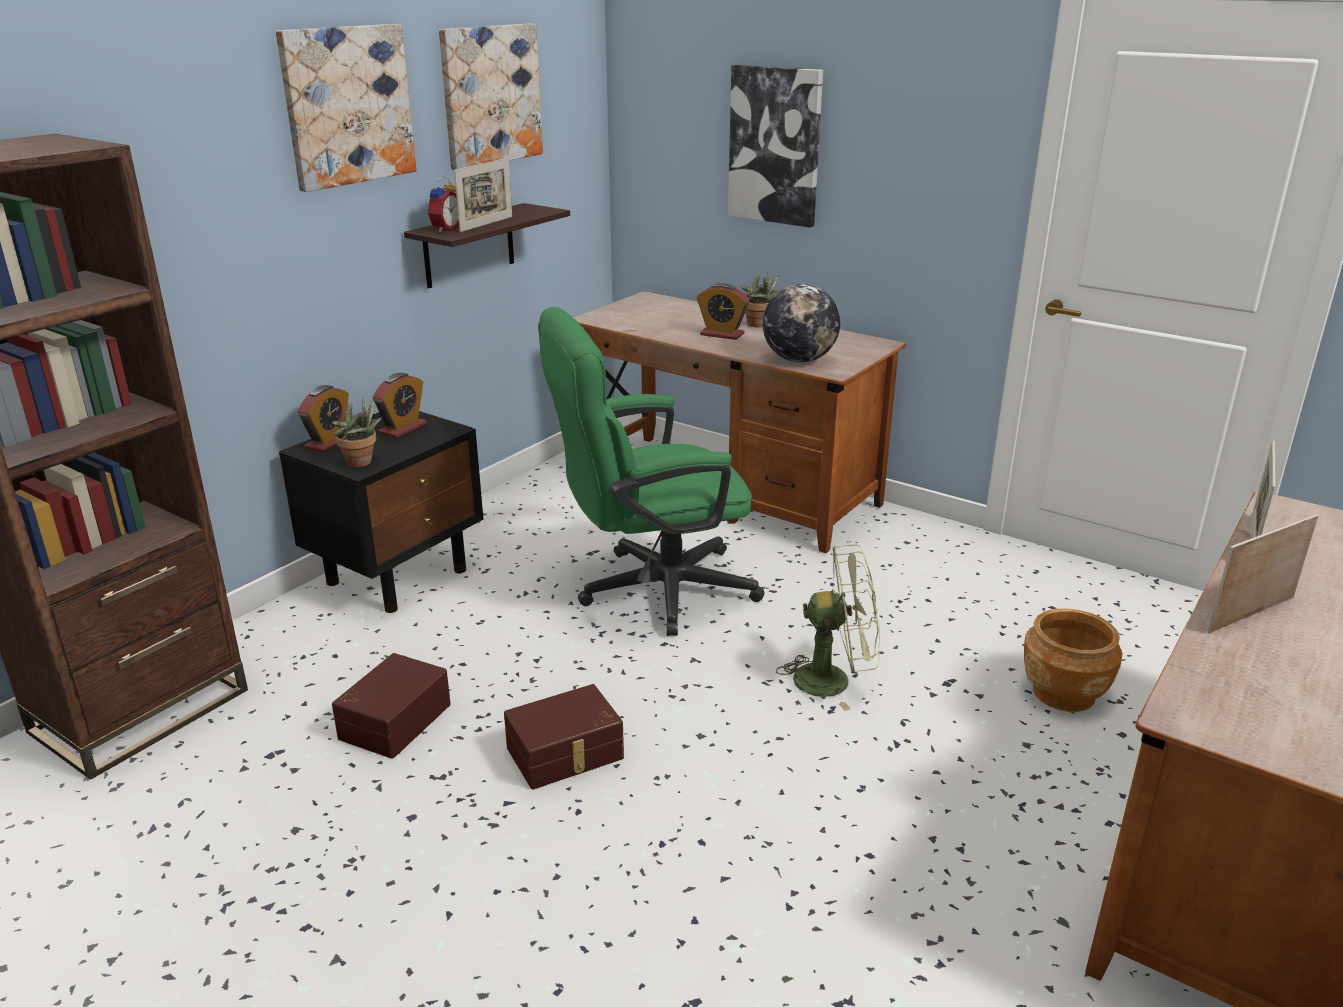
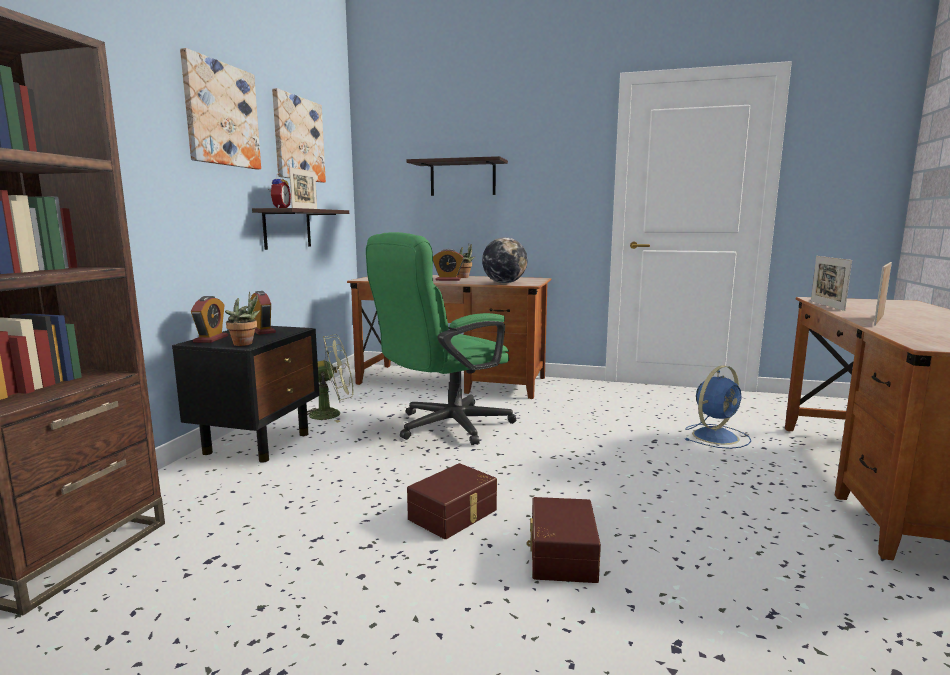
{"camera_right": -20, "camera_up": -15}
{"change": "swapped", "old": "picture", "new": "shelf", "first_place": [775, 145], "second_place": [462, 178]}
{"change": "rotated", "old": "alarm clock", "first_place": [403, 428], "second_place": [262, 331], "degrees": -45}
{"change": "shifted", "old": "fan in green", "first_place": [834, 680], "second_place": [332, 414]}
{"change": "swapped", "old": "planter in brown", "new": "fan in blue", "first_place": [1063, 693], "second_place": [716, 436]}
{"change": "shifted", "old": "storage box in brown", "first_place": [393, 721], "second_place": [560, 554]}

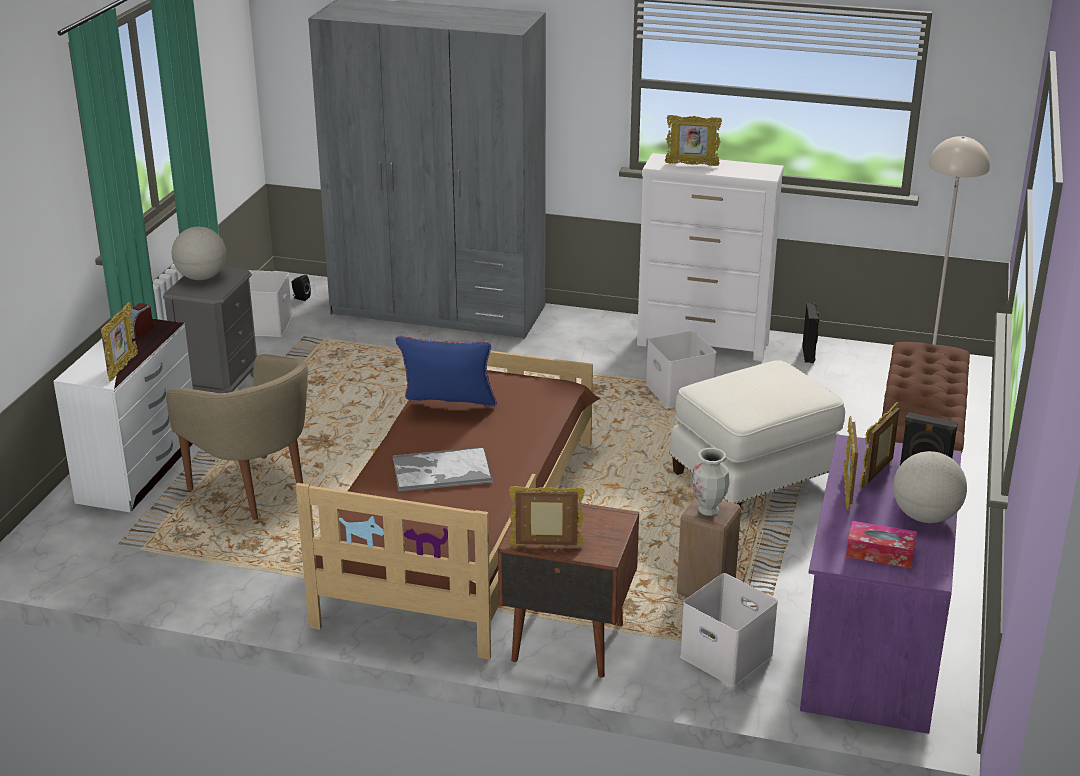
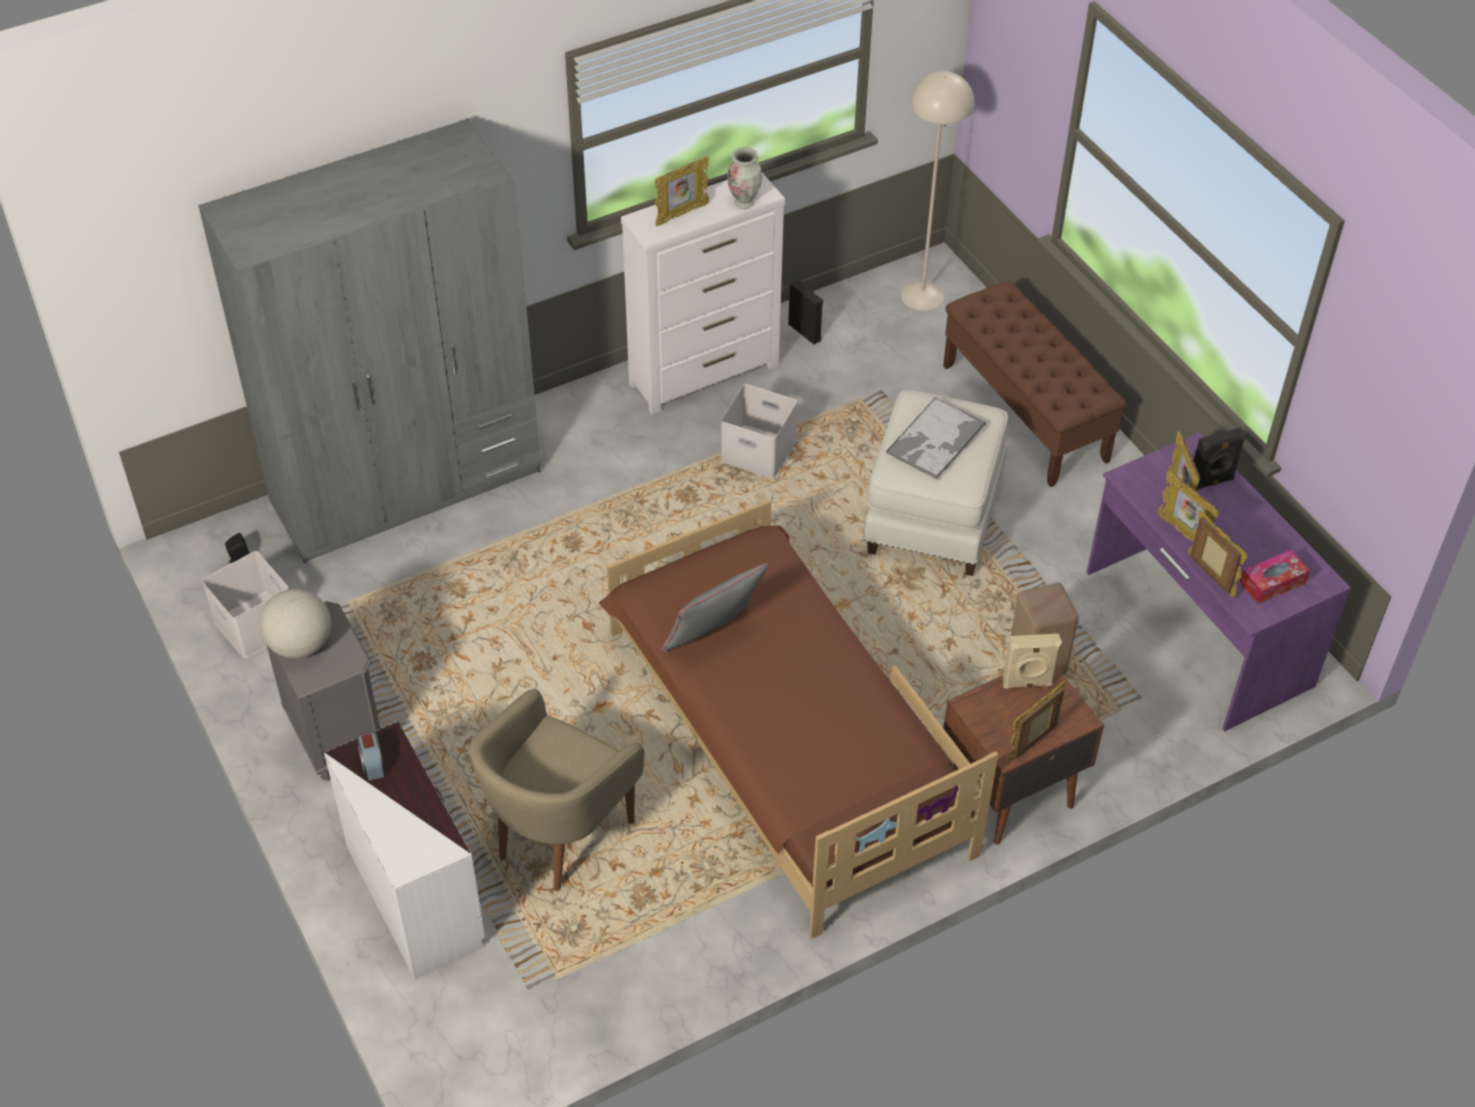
{"camera_right": -45, "camera_up": 20}
{"change": "shifted", "old": "picture frame", "first_place": [122, 368], "second_place": [1210, 576]}
{"change": "repainted", "old": "pillow in blue", "new": "pillow in grey", "first_place": [448, 411], "second_place": [714, 640]}
{"change": "rotated", "old": "armchair in beige", "first_place": [253, 491], "second_place": [558, 836], "degrees": 120}
{"change": "shifted", "old": "tray", "first_place": [441, 471], "second_place": [935, 440]}
{"change": "shifted", "old": "vase", "first_place": [708, 510], "second_place": [744, 203]}
{"change": "gone", "old": "globe", "first_place": [925, 517]}
{"change": "gone", "old": "storage box in white", "first_place": [728, 656]}
{"change": "new", "new": "speaker in beige", "second_place": [1027, 683]}

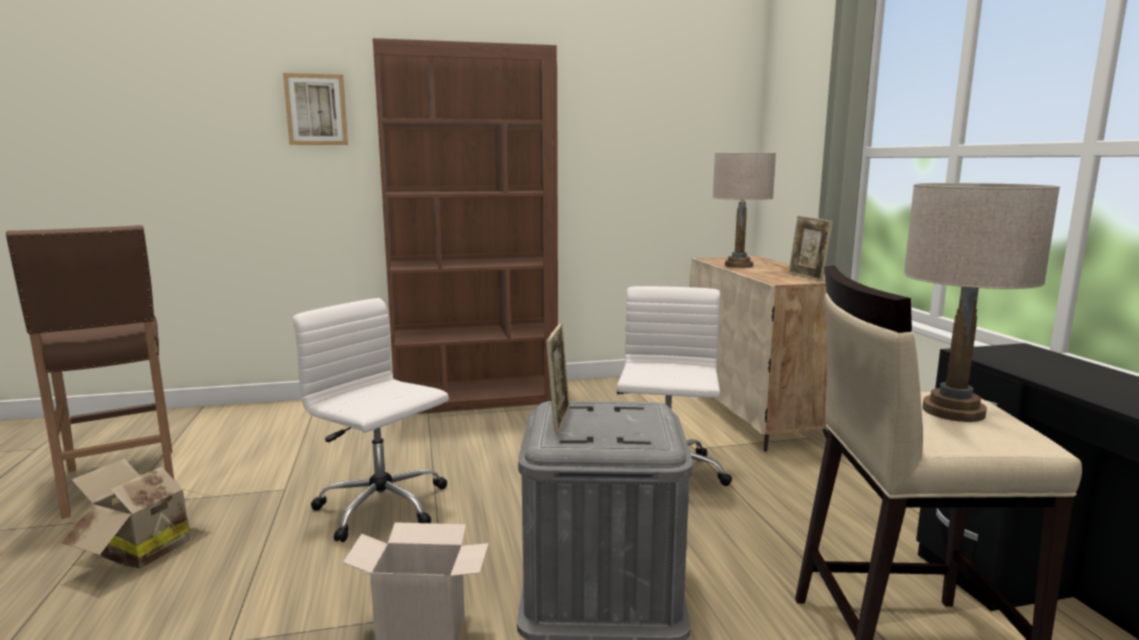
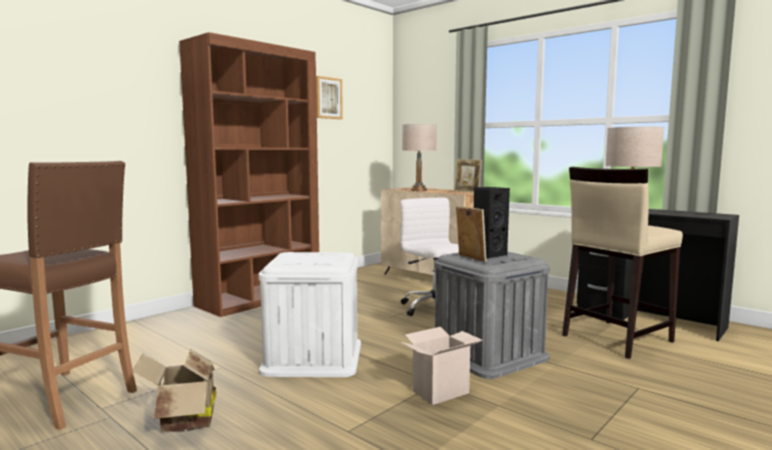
{"camera_right": -35, "camera_up": -5}
{"change": "shifted", "old": "picture", "first_place": [316, 110], "second_place": [328, 98]}
{"change": "swapped", "old": "office chair in white", "new": "storage box in white", "first_place": [383, 508], "second_place": [313, 357]}
{"change": "new", "new": "speaker in black", "second_place": [488, 254]}

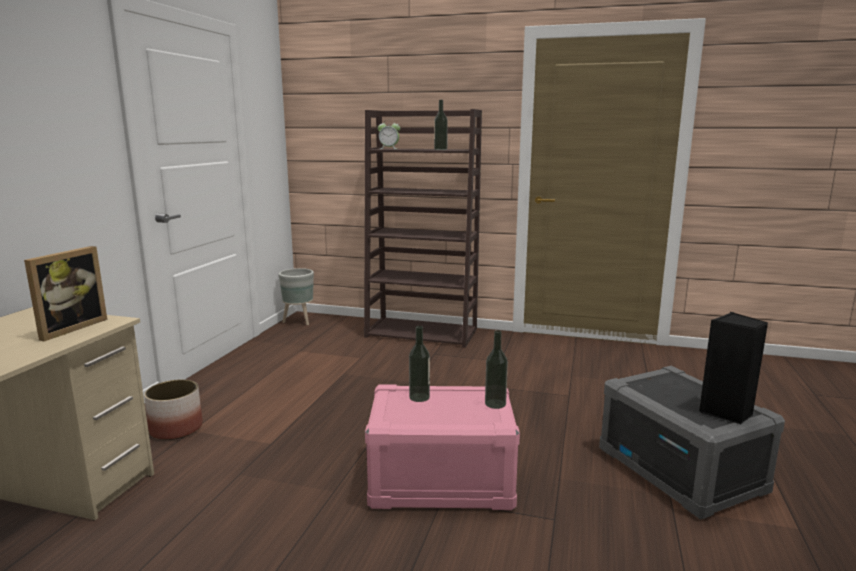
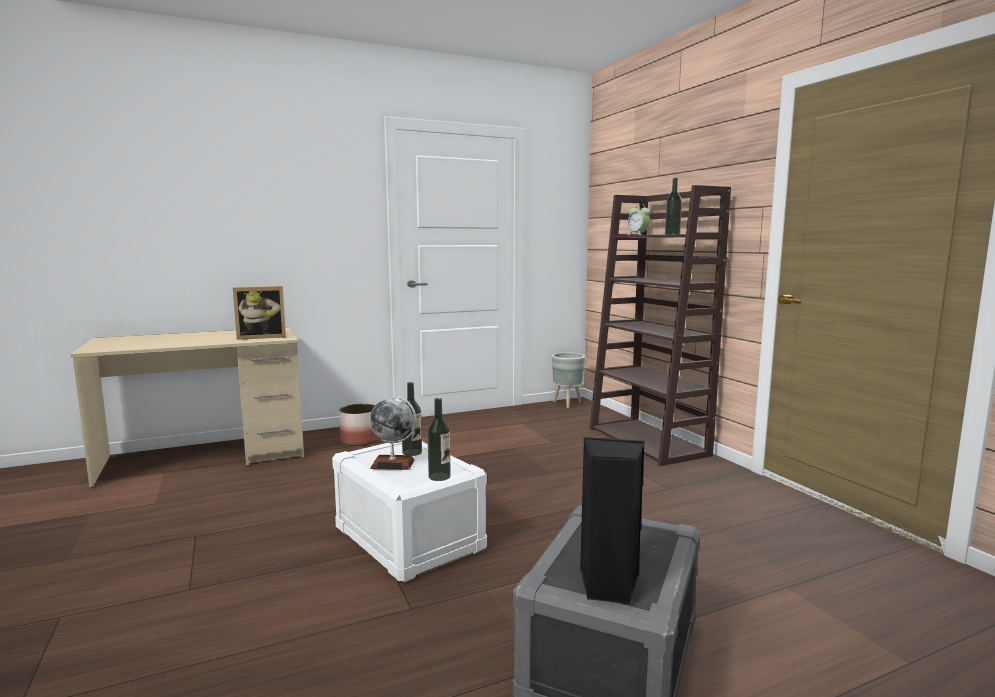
{"camera_right": 50, "camera_up": -5}
{"change": "repainted", "old": "storage box in pink", "new": "storage box in white", "first_place": [440, 481], "second_place": [407, 539]}
{"change": "new", "new": "globe", "second_place": [393, 464]}

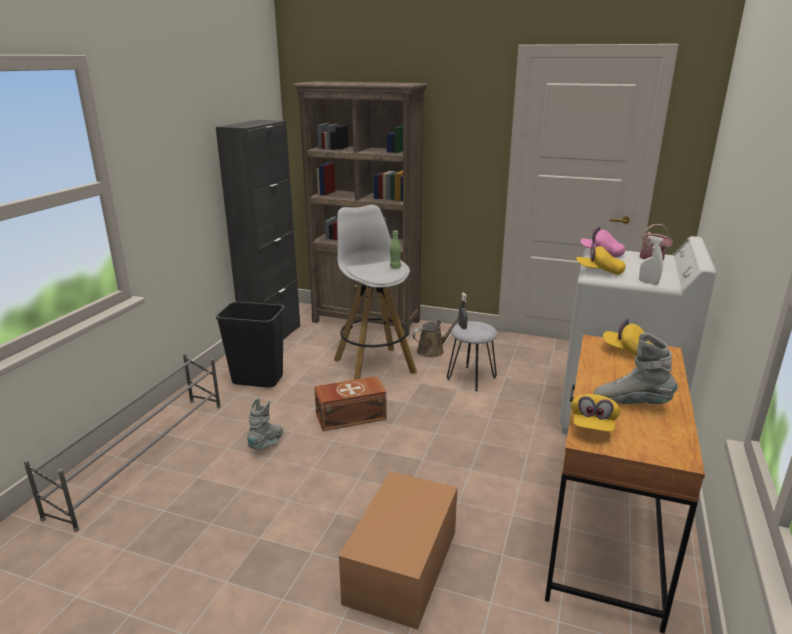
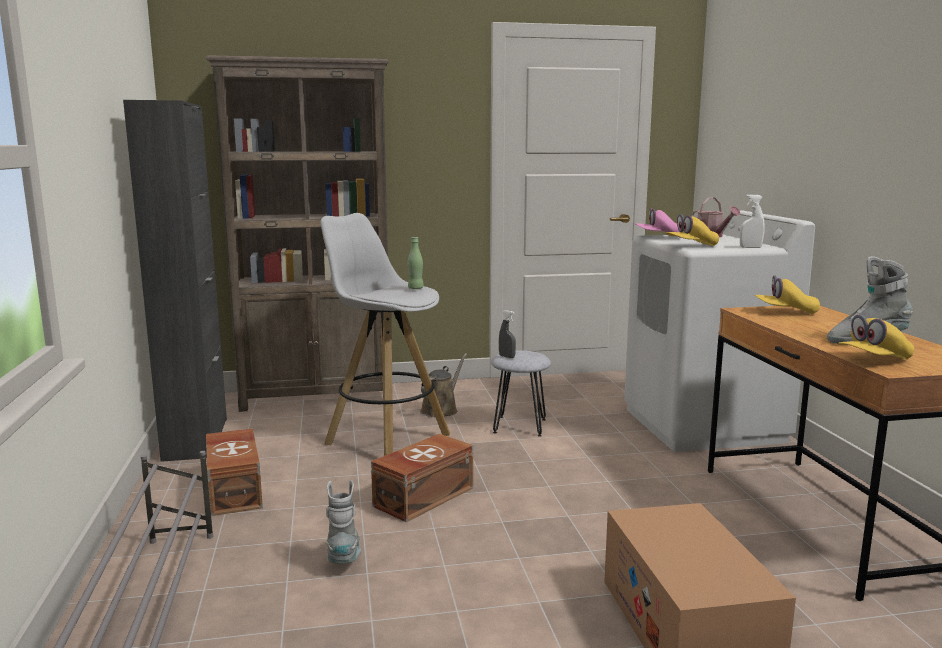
{"camera_right": -30, "camera_up": -10}
{"change": "swapped", "old": "trash can in black", "new": "storage box in brown", "first_place": [258, 380], "second_place": [236, 490]}
{"change": "rotated", "old": "cap in yellow", "first_place": [592, 425], "second_place": [874, 360], "degrees": 75}

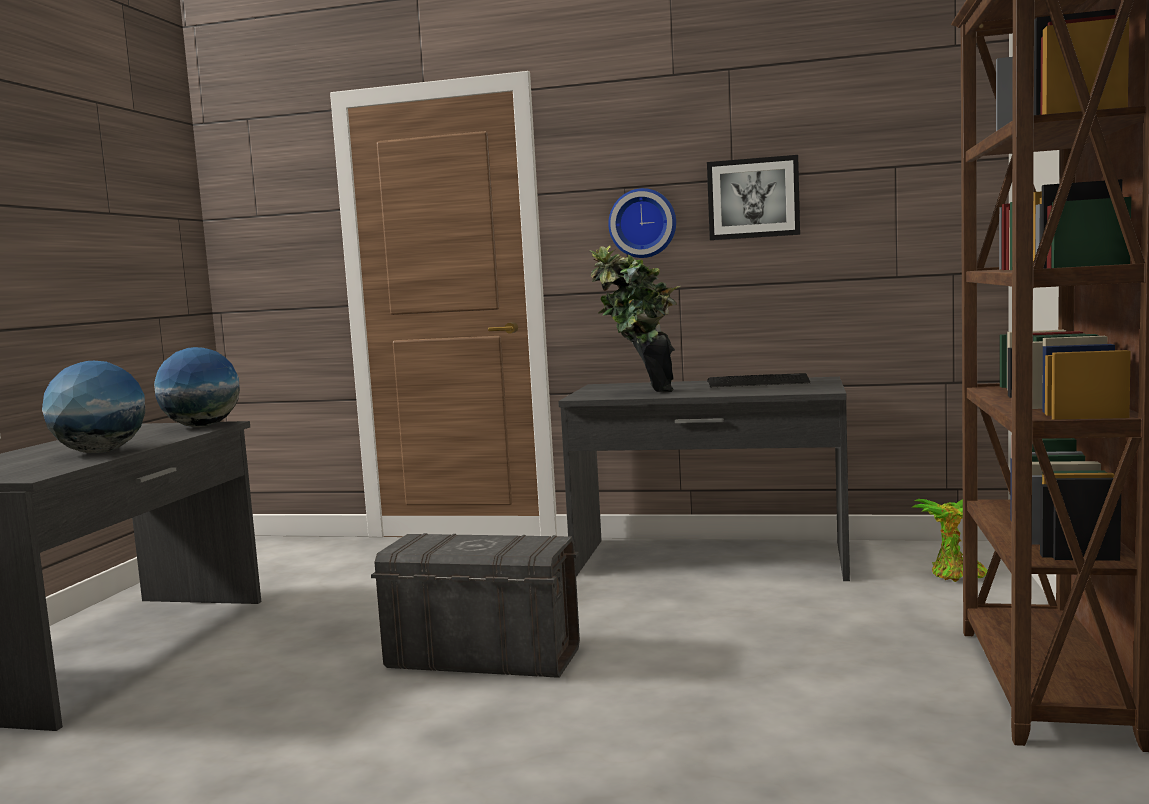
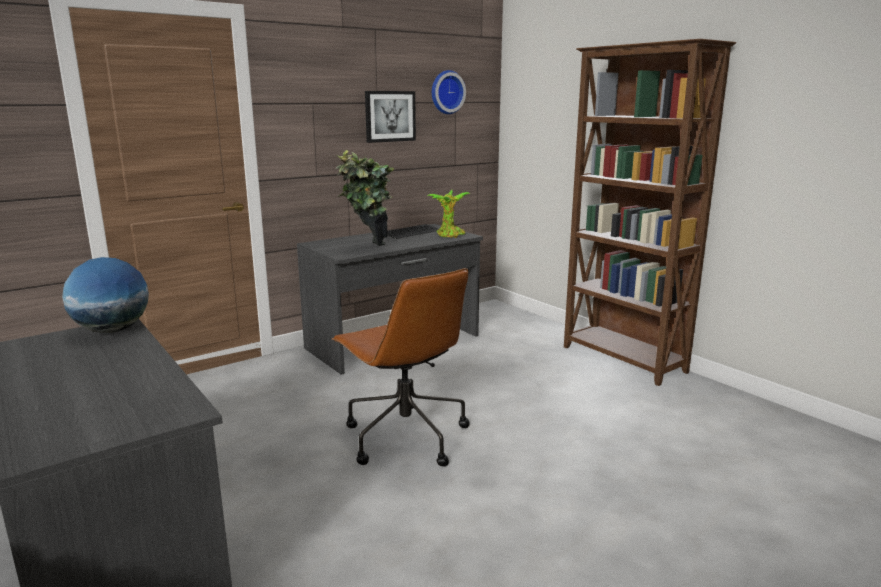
{"camera_right": -50, "camera_up": 10}
{"change": "shifted", "old": "wall clock", "first_place": [643, 223], "second_place": [446, 92]}
{"change": "gone", "old": "globe", "first_place": [100, 452]}
{"change": "shifted", "old": "potted plant", "first_place": [955, 576], "second_place": [450, 236]}
{"change": "swapped", "old": "storage box in grey", "new": "office chair in brown", "first_place": [482, 658], "second_place": [404, 436]}

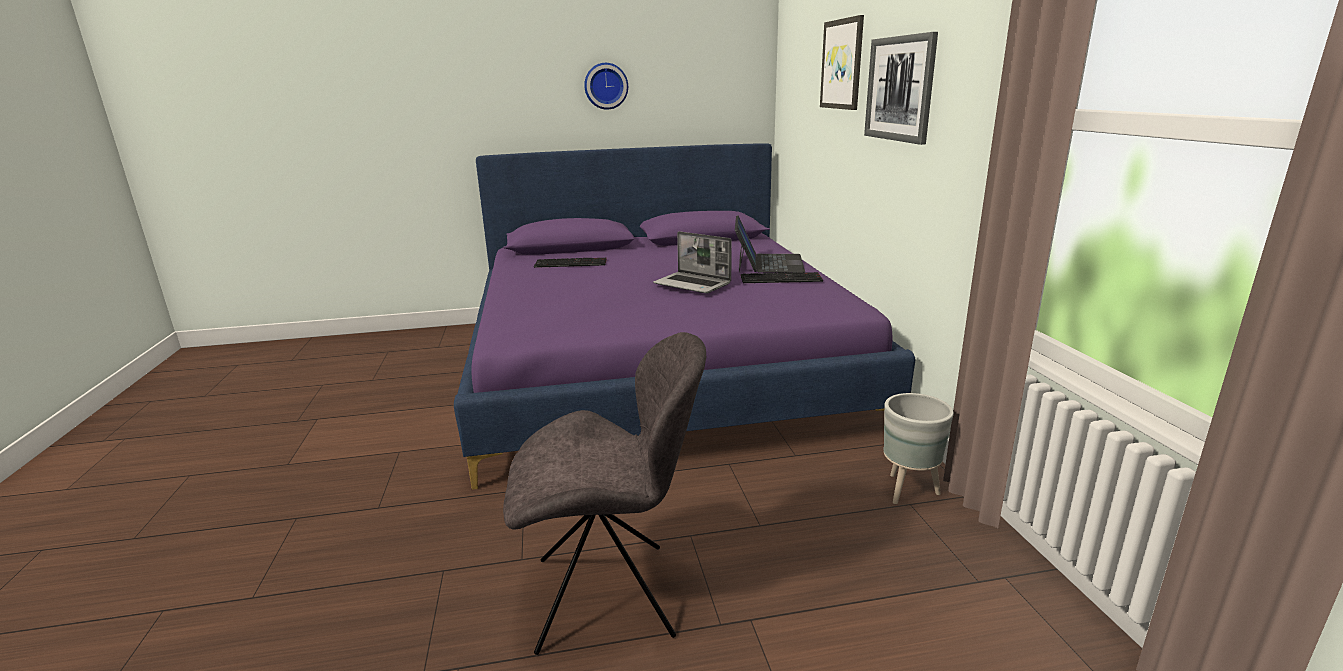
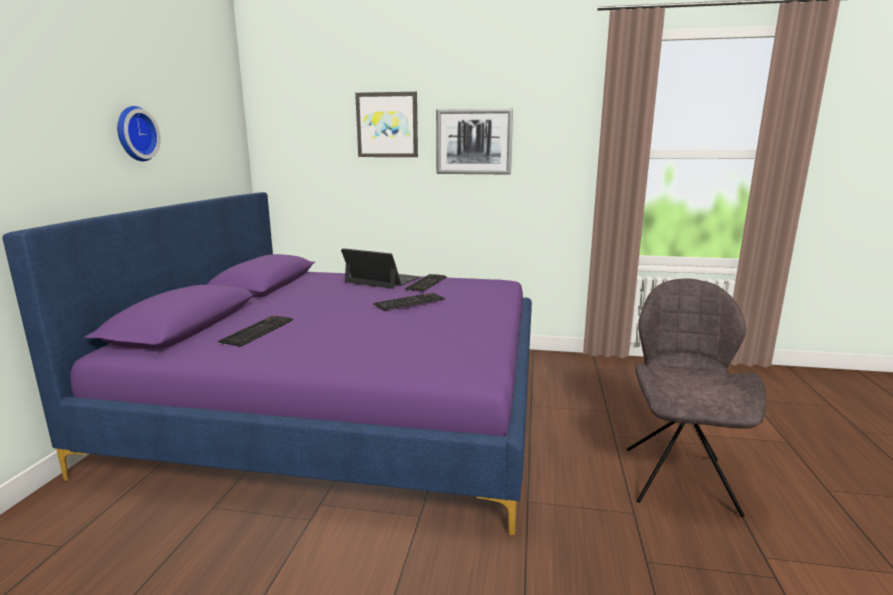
{"camera_right": -70, "camera_up": -5}
{"change": "swapped", "old": "laptop", "new": "keyboard", "first_place": [693, 284], "second_place": [410, 301]}
{"change": "gone", "old": "planter in grey", "first_place": [908, 490]}

